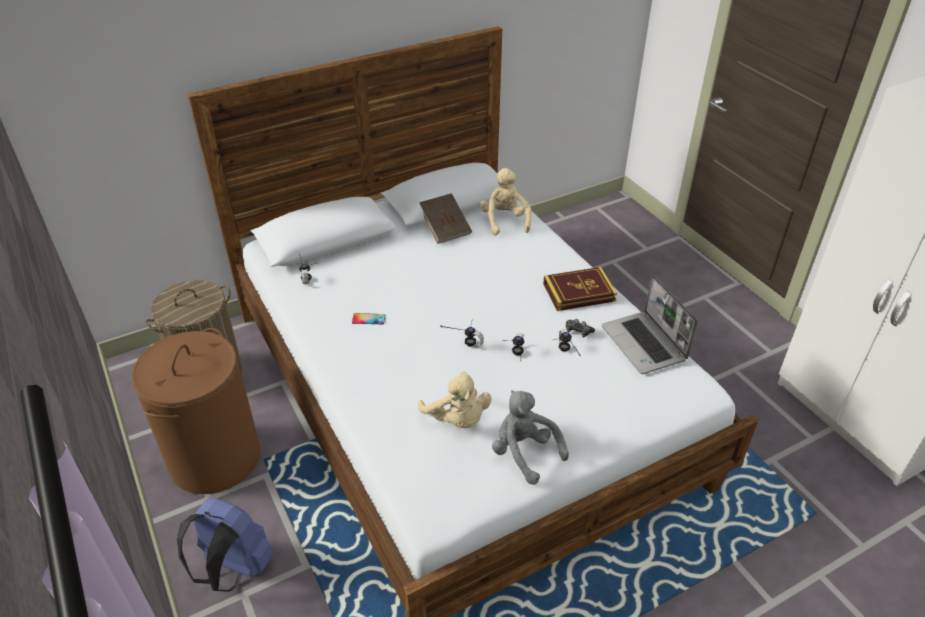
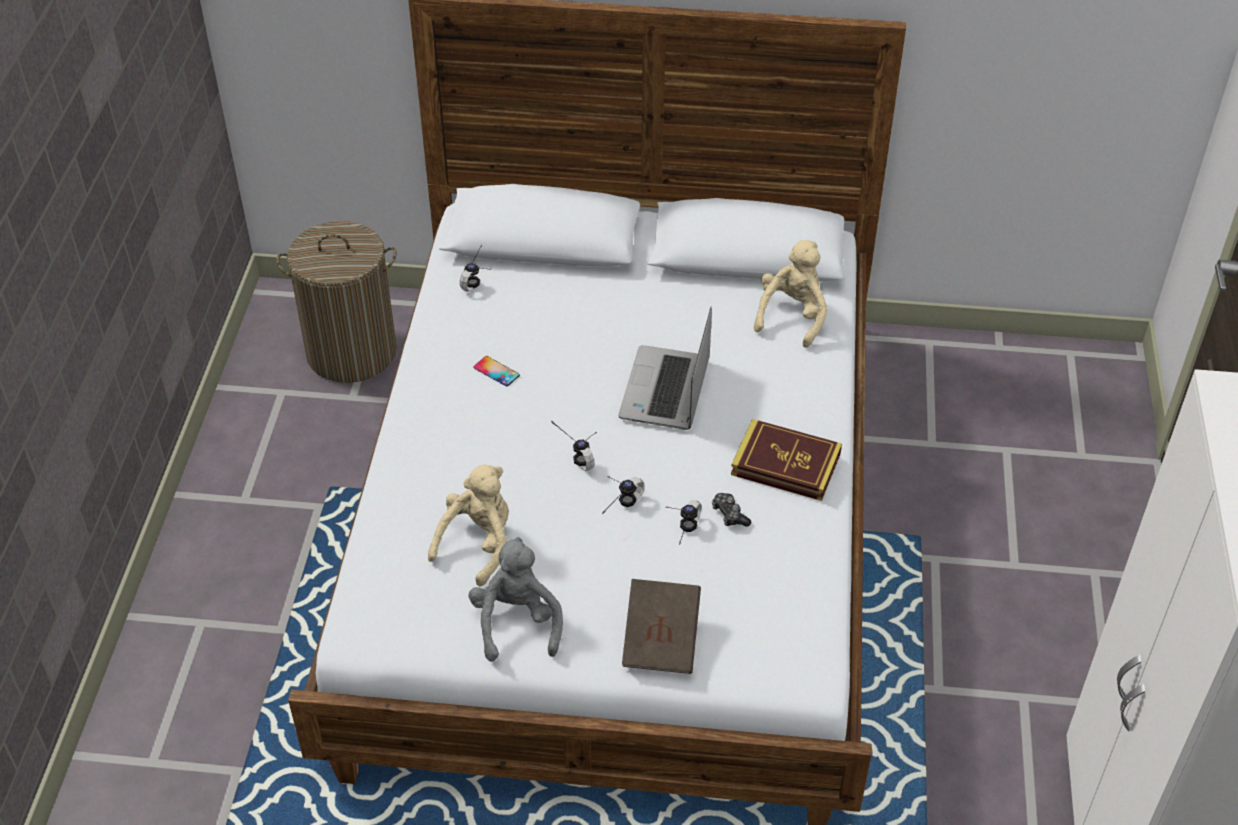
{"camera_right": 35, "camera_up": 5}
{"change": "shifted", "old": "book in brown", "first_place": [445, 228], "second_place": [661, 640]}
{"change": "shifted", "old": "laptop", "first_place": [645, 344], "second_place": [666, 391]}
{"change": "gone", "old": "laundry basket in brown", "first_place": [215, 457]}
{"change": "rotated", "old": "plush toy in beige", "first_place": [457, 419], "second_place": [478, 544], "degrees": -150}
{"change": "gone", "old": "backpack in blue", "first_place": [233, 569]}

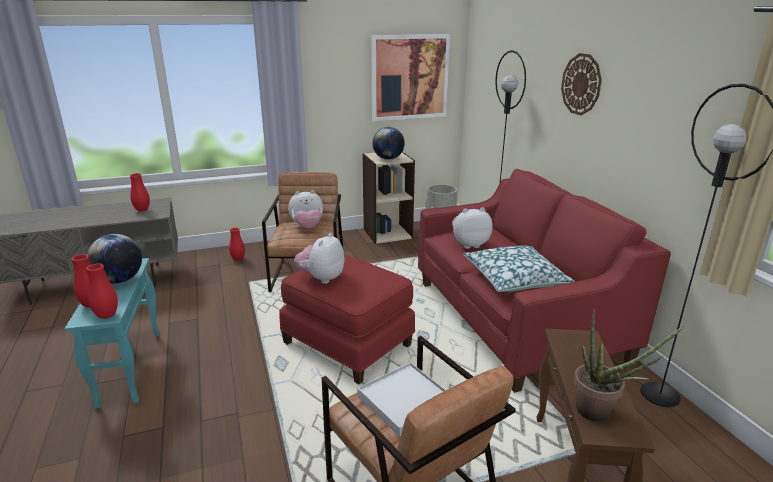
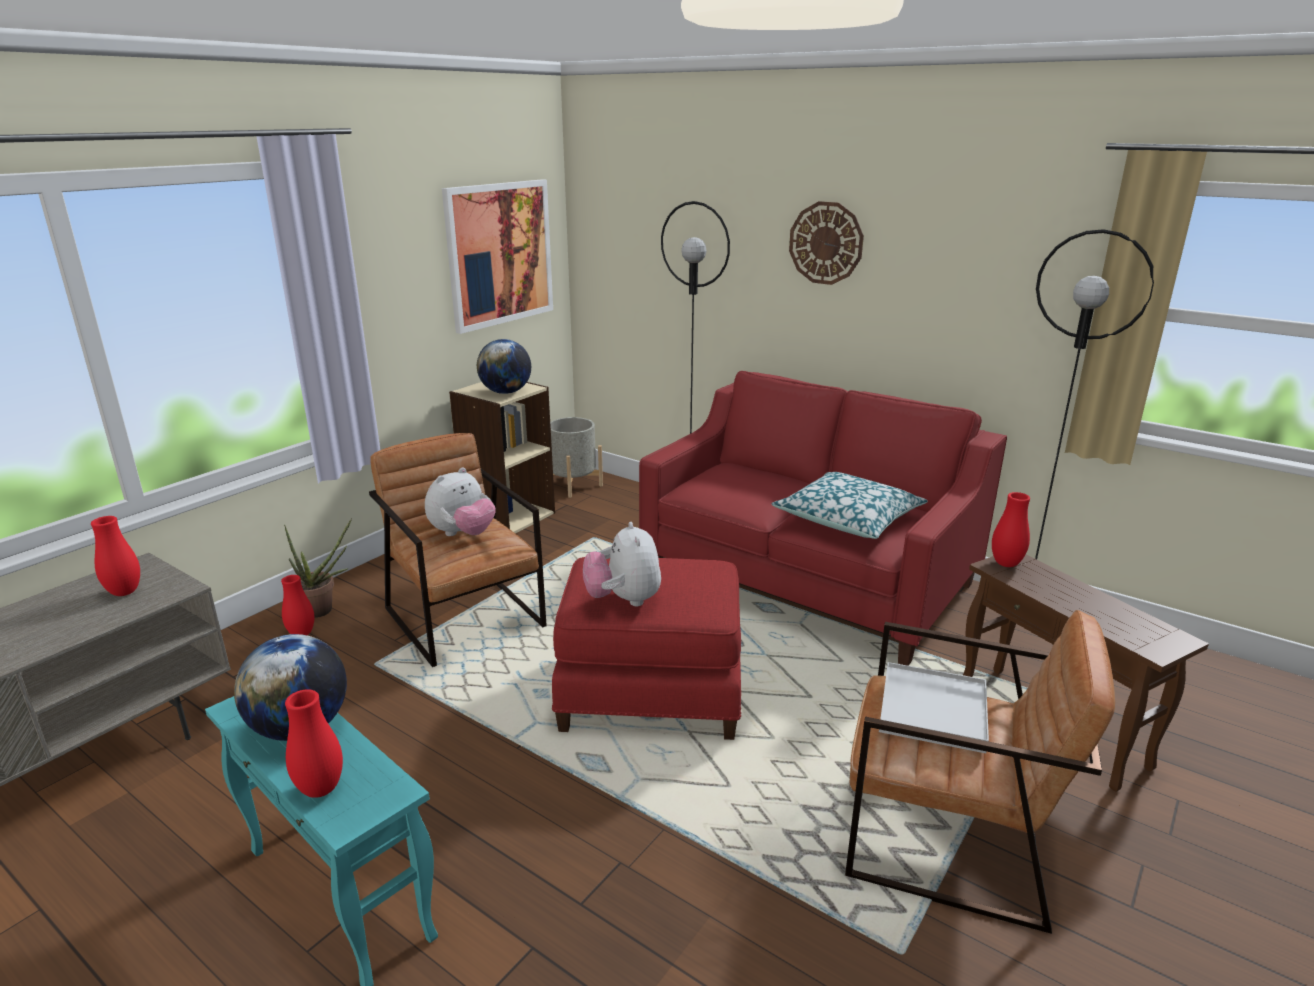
{"camera_right": -35, "camera_up": 0}
{"change": "gone", "old": "plush toy", "first_place": [469, 244]}
{"change": "shifted", "old": "vase in red", "first_place": [107, 316], "second_place": [1006, 564]}
{"change": "shifted", "old": "potted plant", "first_place": [601, 413], "second_place": [324, 610]}

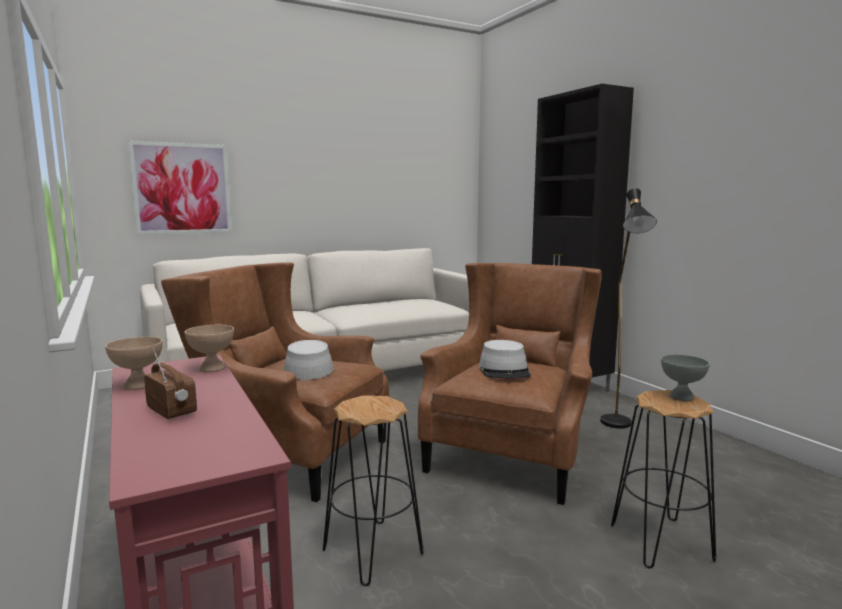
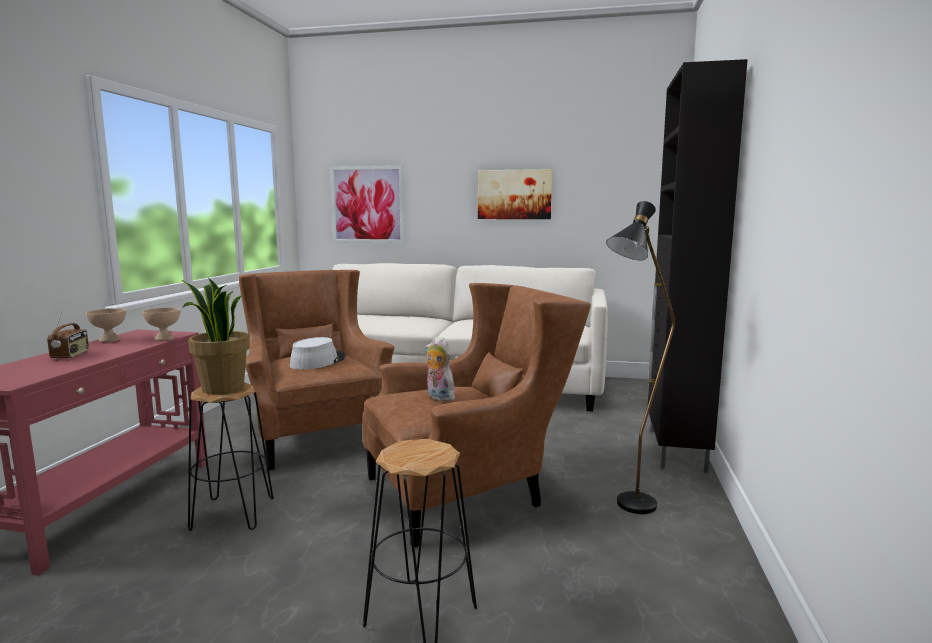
{"camera_right": 40, "camera_up": 0}
{"change": "swapped", "old": "hat in grey", "new": "plush toy", "first_place": [504, 371], "second_place": [438, 397]}
{"change": "gone", "old": "bowl in grey", "first_place": [681, 397]}
{"change": "new", "new": "picture", "second_place": [514, 194]}
{"change": "new", "new": "potted plant", "second_place": [222, 389]}

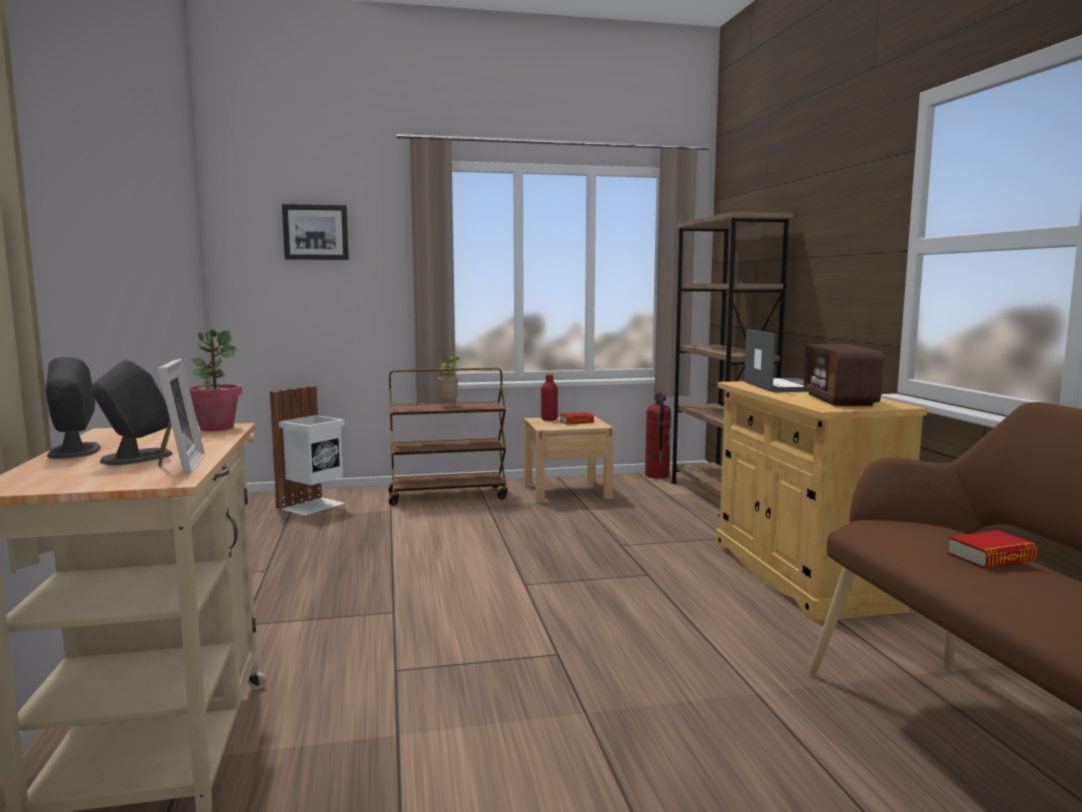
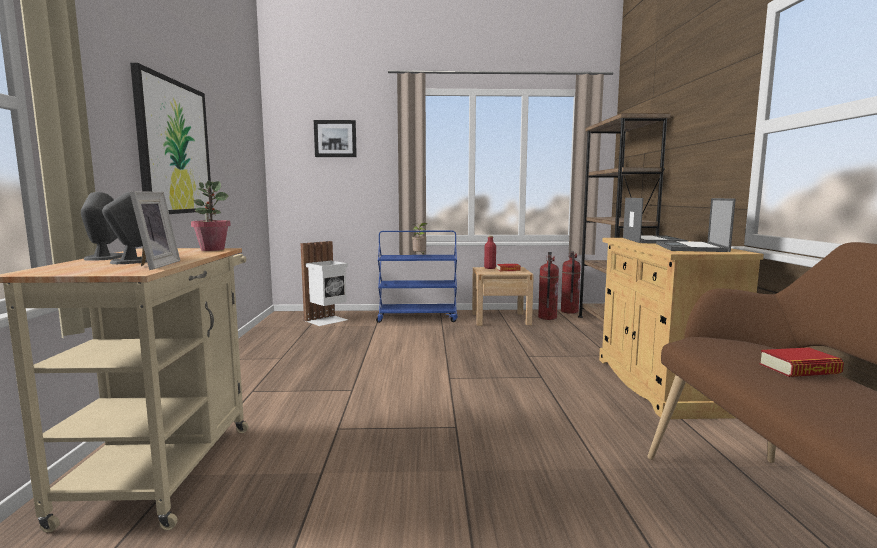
{"camera_right": 10, "camera_up": 0}
{"change": "swapped", "old": "radio", "new": "laptop", "first_place": [839, 399], "second_place": [691, 248]}
{"change": "repainted", "old": "cart in brown", "new": "cart in blue", "first_place": [448, 495], "second_place": [418, 318]}
{"change": "new", "new": "picture", "second_place": [174, 147]}
{"change": "new", "new": "fire extinguisher", "second_place": [547, 317]}

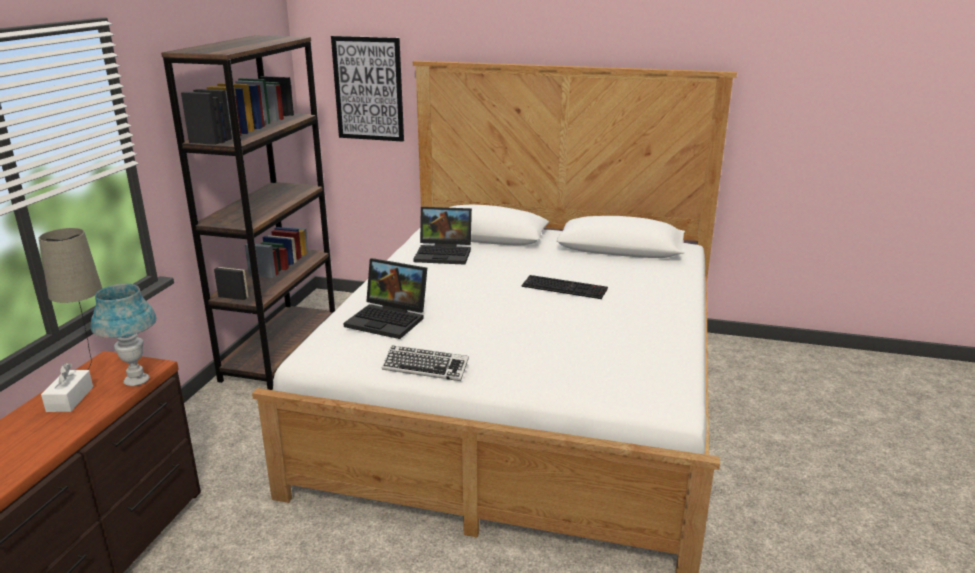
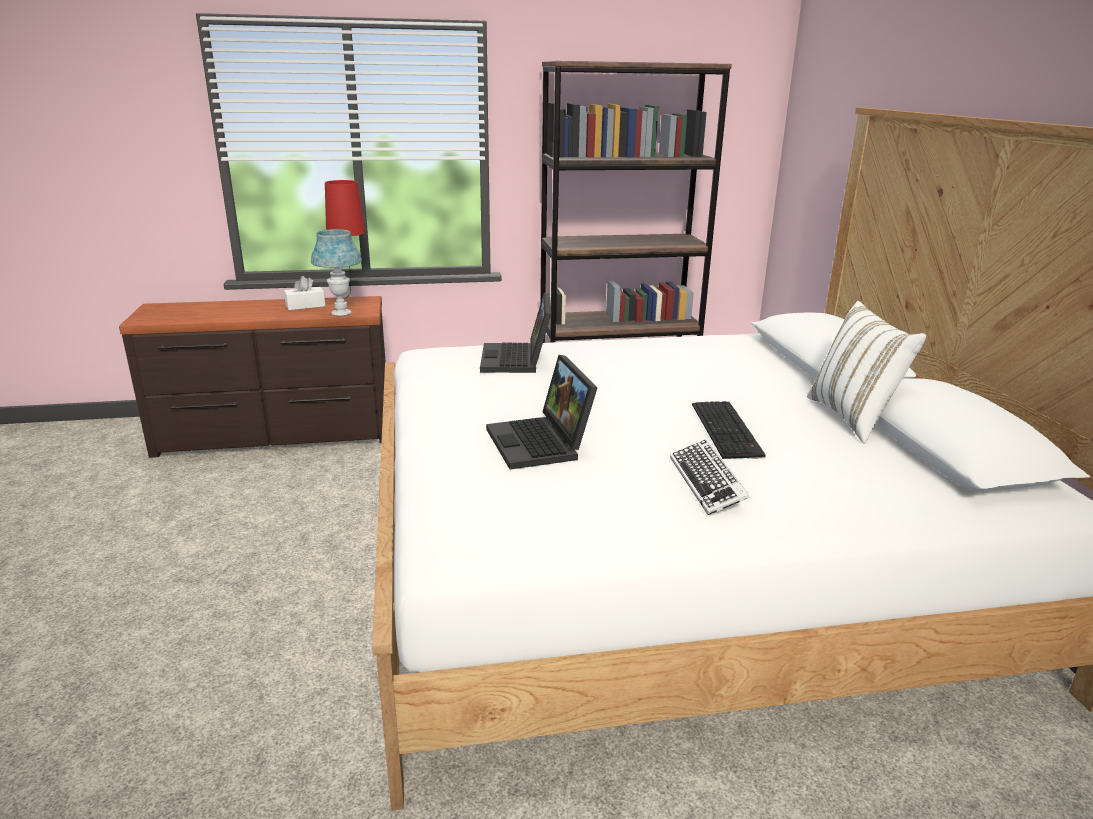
{"camera_right": 65, "camera_up": 0}
{"change": "gone", "old": "picture", "first_place": [368, 89]}
{"change": "shifted", "old": "laptop", "first_place": [445, 253], "second_place": [542, 444]}
{"change": "repainted", "old": "table lamp in beige", "new": "table lamp in red", "first_place": [94, 368], "second_place": [352, 300]}
{"change": "shifted", "old": "keyboard", "first_place": [425, 368], "second_place": [707, 483]}
{"change": "new", "new": "pillow in white", "second_place": [853, 418]}

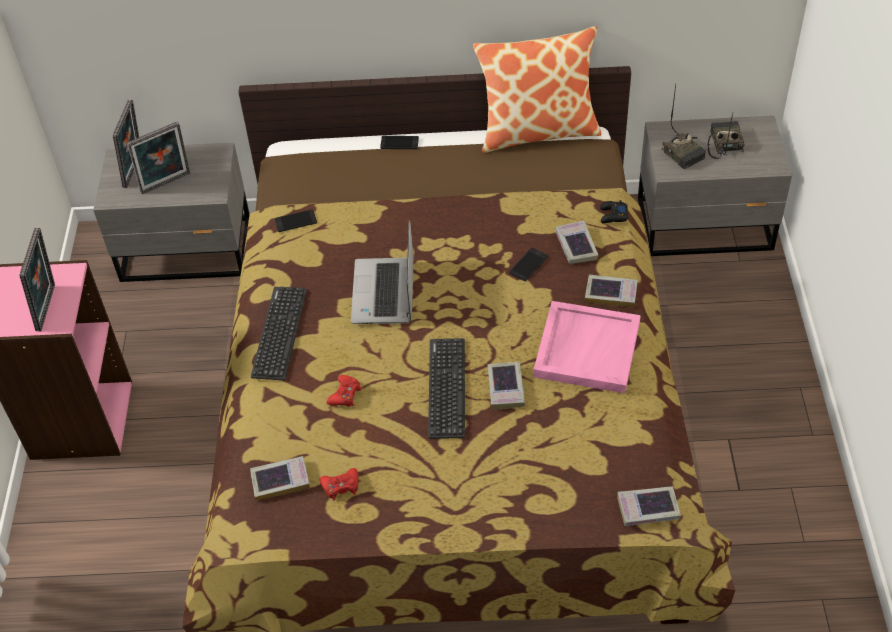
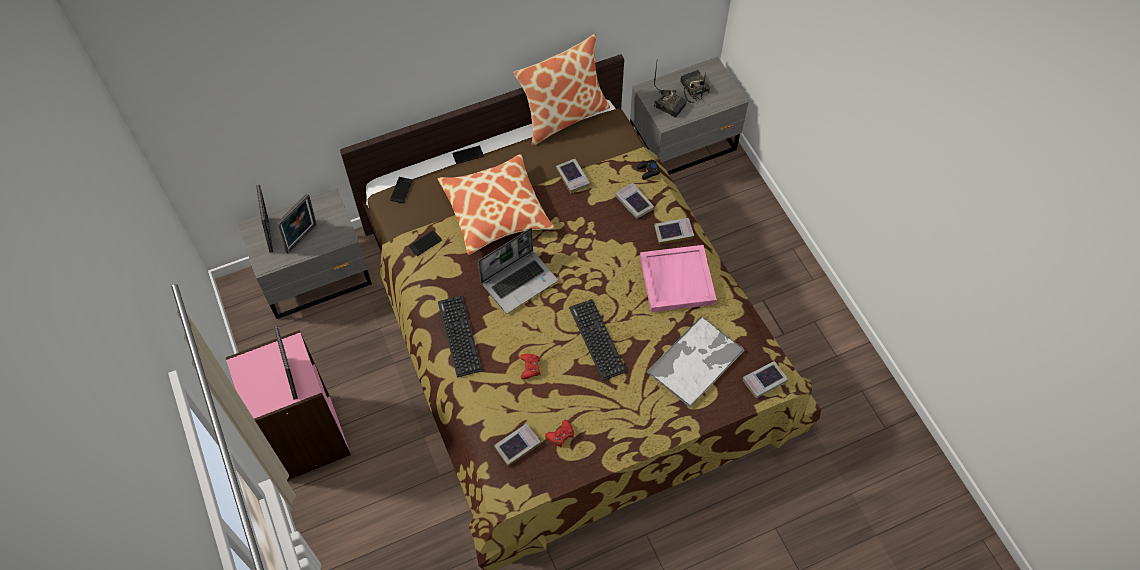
{"camera_right": -25, "camera_up": 10}
{"change": "rotated", "old": "laptop", "first_place": [385, 293], "second_place": [519, 281], "degrees": -105}
{"change": "shifted", "old": "phone", "first_place": [528, 265], "second_place": [401, 190]}
{"change": "shifted", "old": "book", "first_place": [506, 388], "second_place": [573, 177]}
{"change": "new", "new": "pillow", "second_place": [496, 211]}
{"change": "new", "new": "tray", "second_place": [696, 361]}

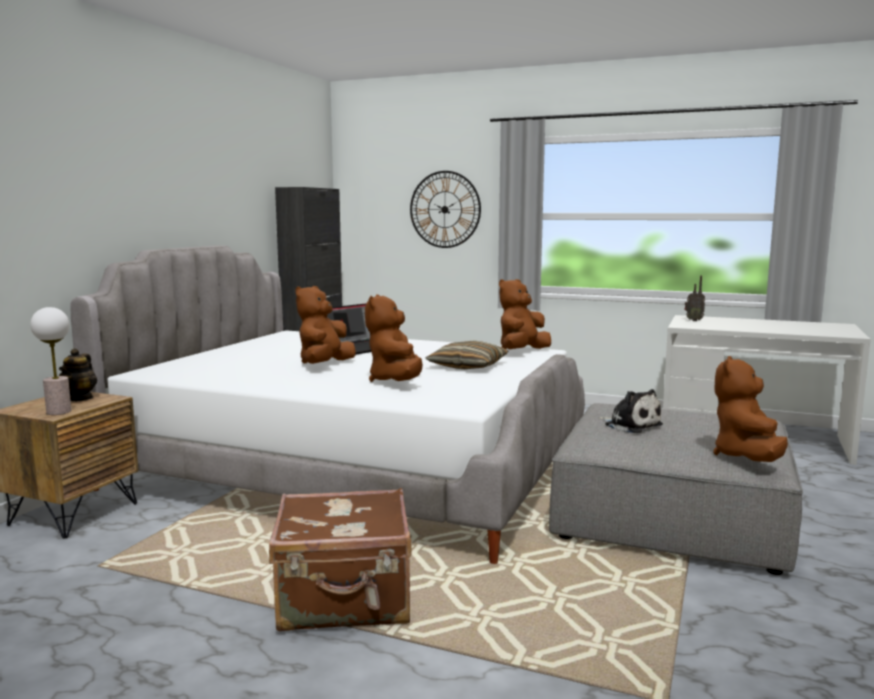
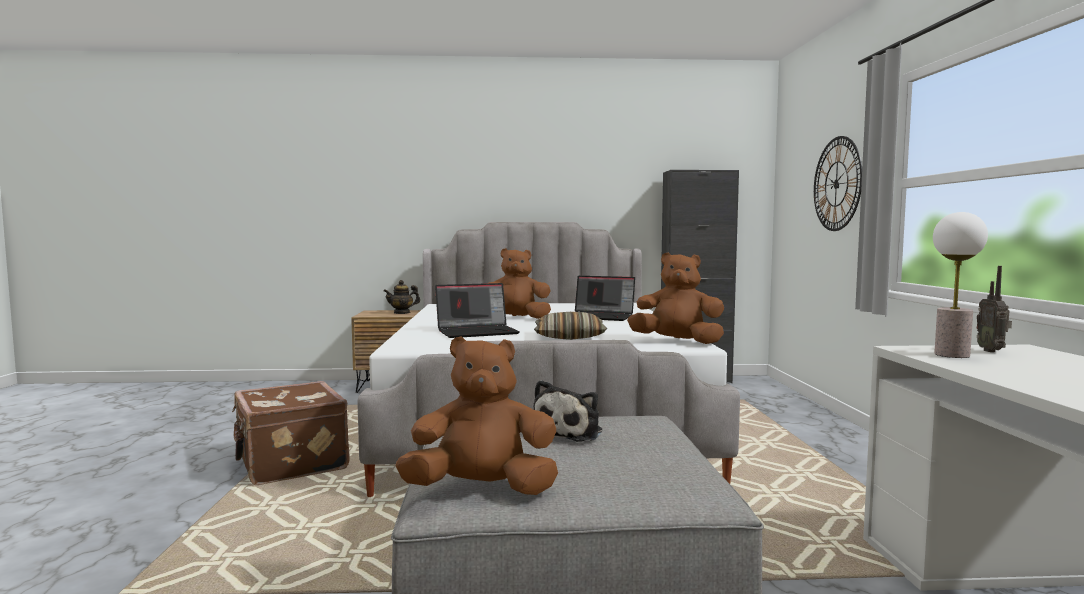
{"camera_right": 65, "camera_up": -5}
{"change": "swapped", "old": "plush toy in brown", "new": "laptop", "first_place": [396, 381], "second_place": [478, 332]}
{"change": "shifted", "old": "table lamp", "first_place": [58, 412], "second_place": [951, 355]}

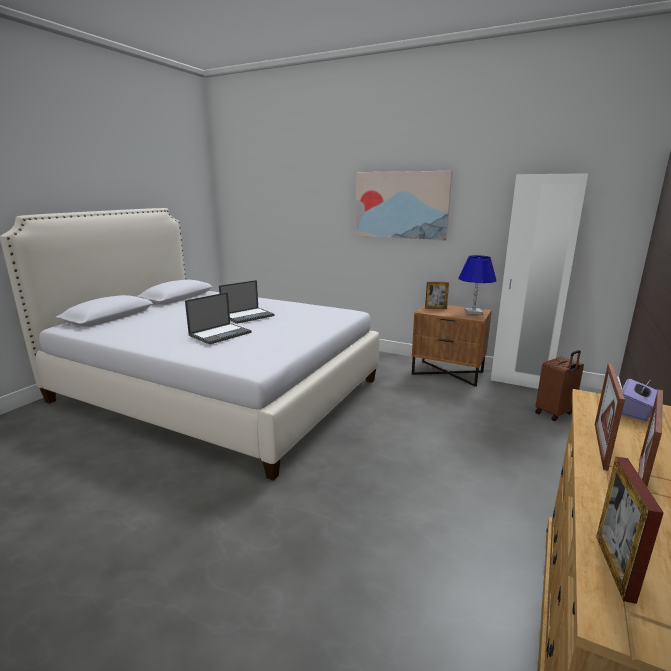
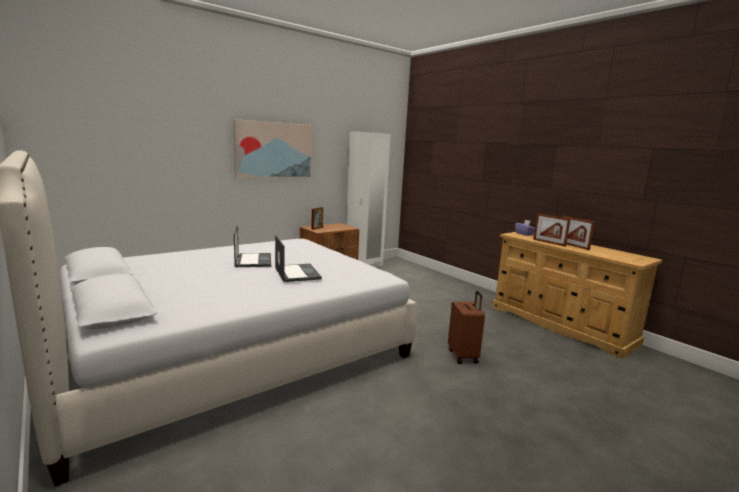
{"camera_right": -65, "camera_up": -5}
{"change": "gone", "old": "table lamp in blue", "first_place": [473, 312]}
{"change": "shifted", "old": "suitcase in brown", "first_place": [555, 413], "second_place": [463, 356]}
{"change": "gone", "old": "picture frame", "first_place": [614, 567]}

